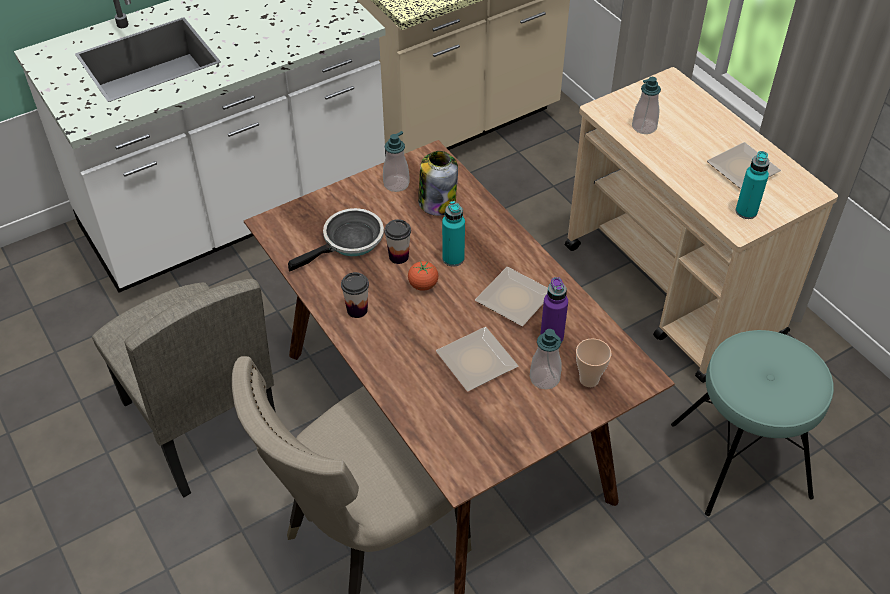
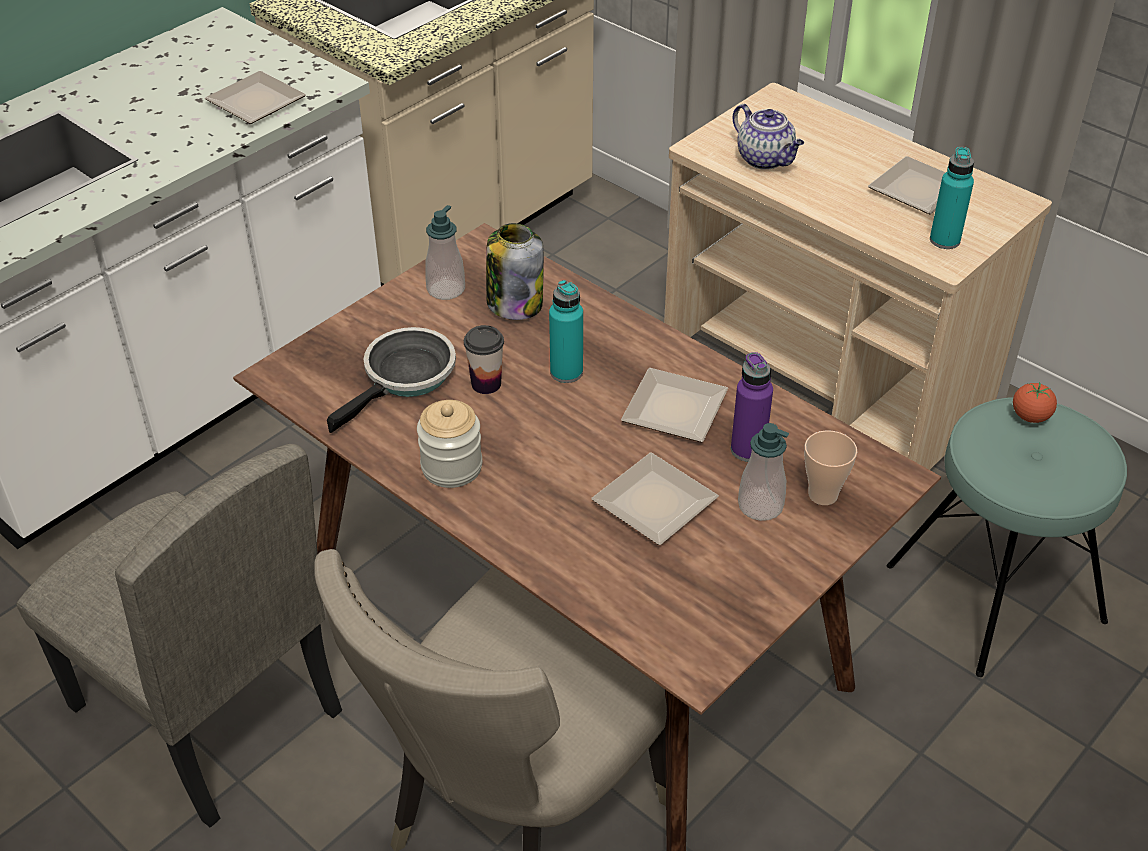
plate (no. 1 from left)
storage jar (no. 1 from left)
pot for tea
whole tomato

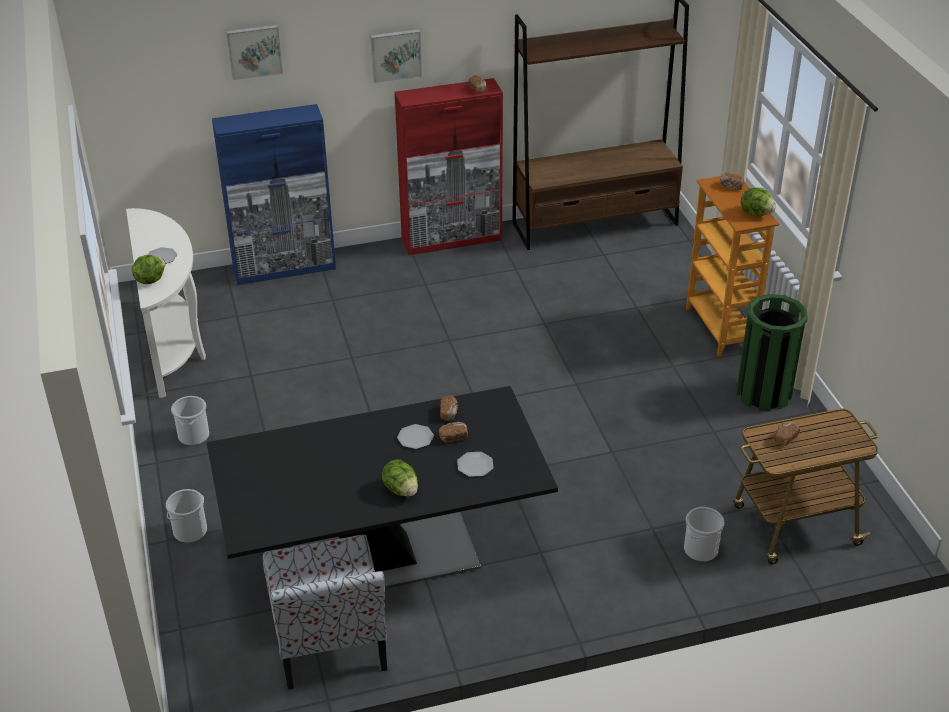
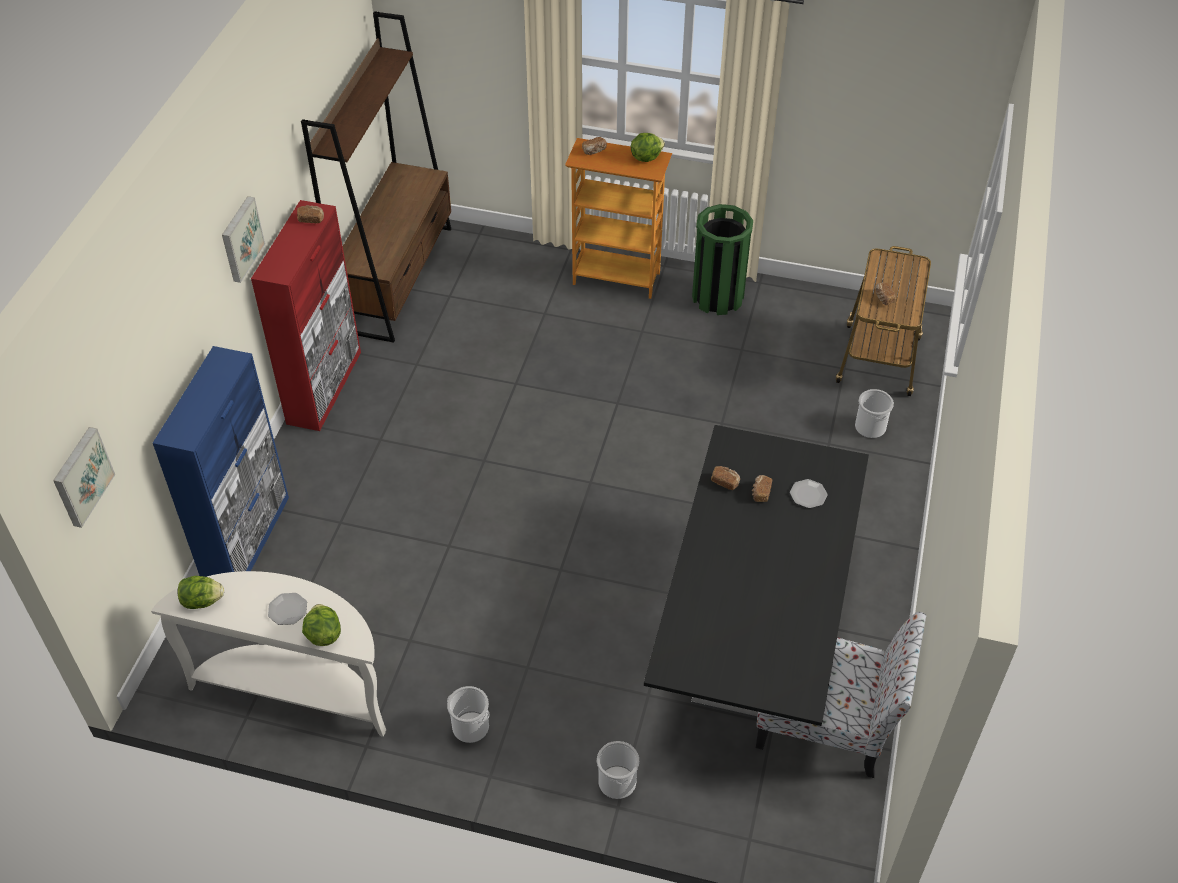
wall picture (no. 1 from left)
lettuce head (no. 1 from left)
plate (no. 2 from left in the first image)

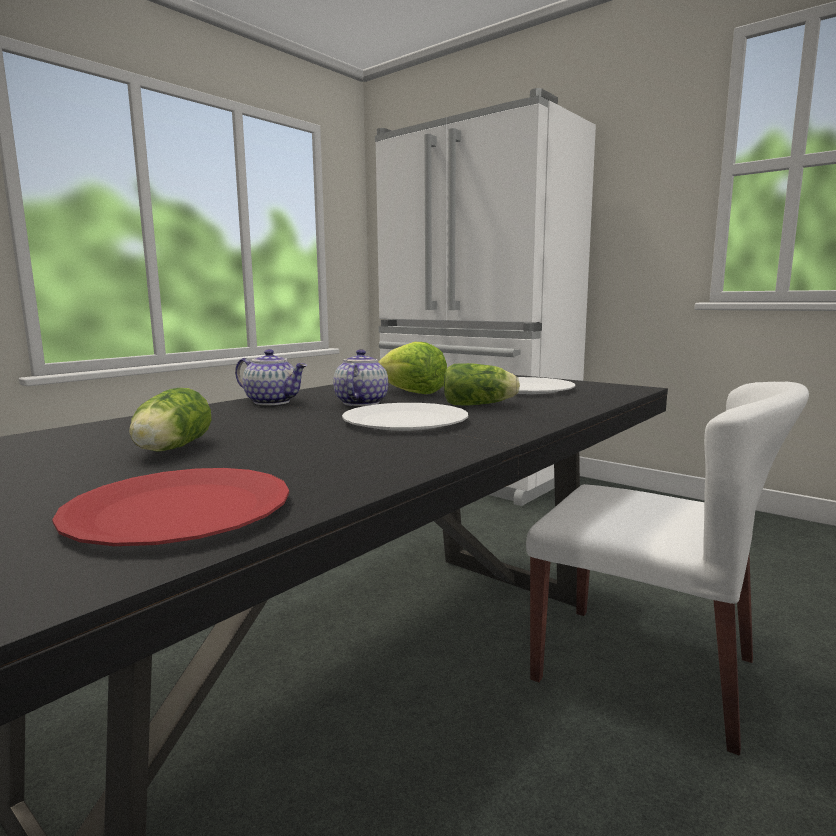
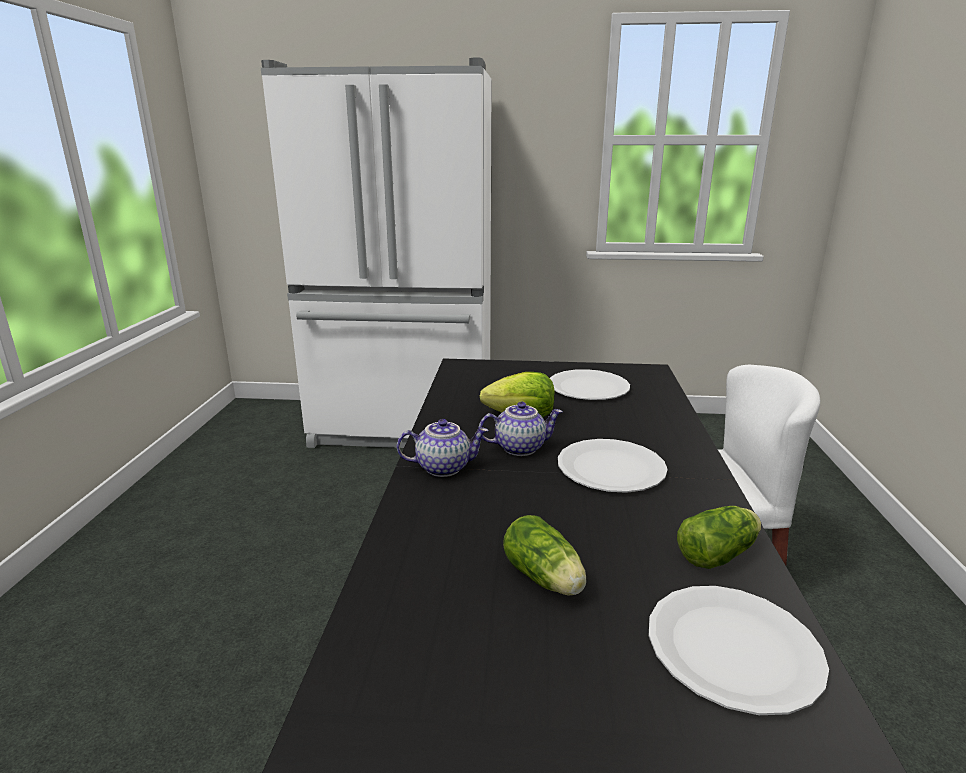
pot for tea (no. 2 from left)
plate in whitish (no. 3 from left)
lettuce head (no. 3 from left)

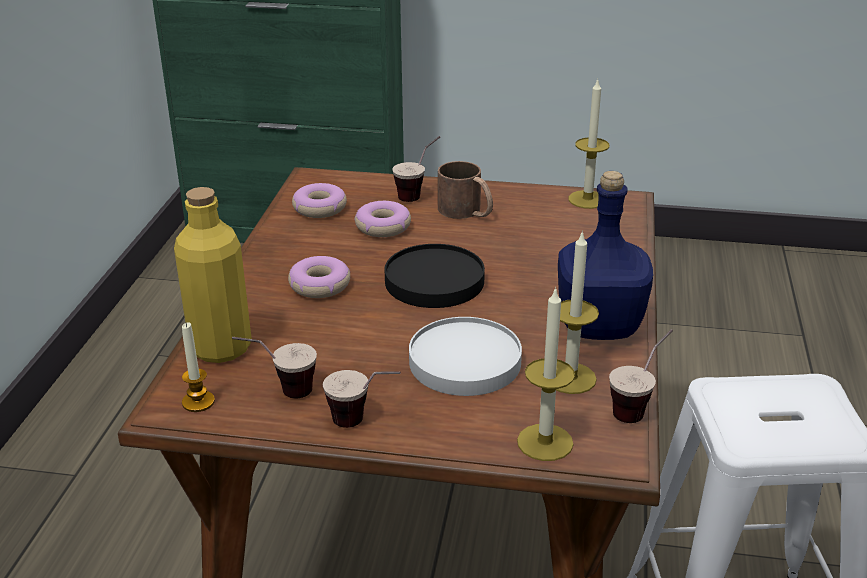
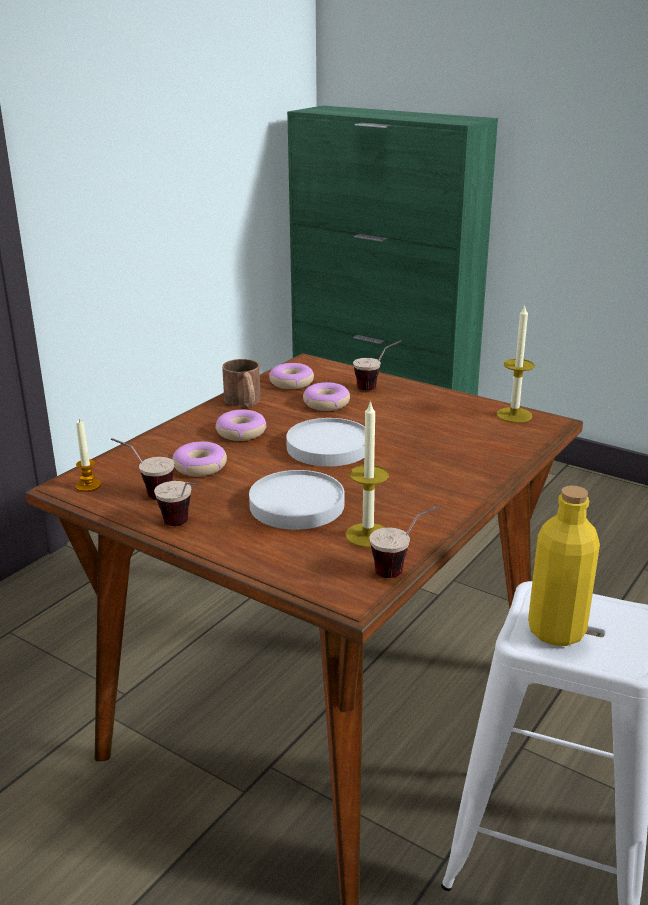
donut (no. 1 from left)
tea mug in brownish
plate in whitish (no. 2 from left)
bottle in yellow-coloured
wax light (no. 2 from left in the first image)
bottle in blue

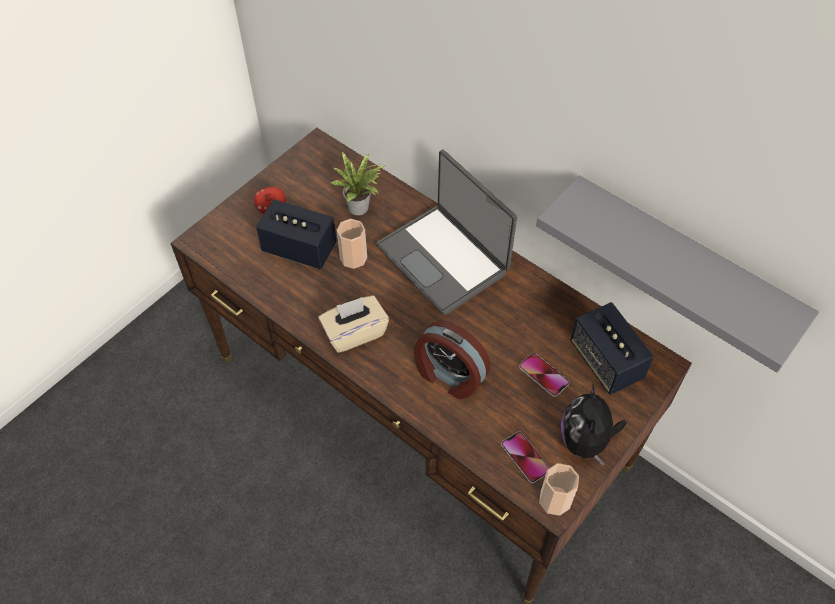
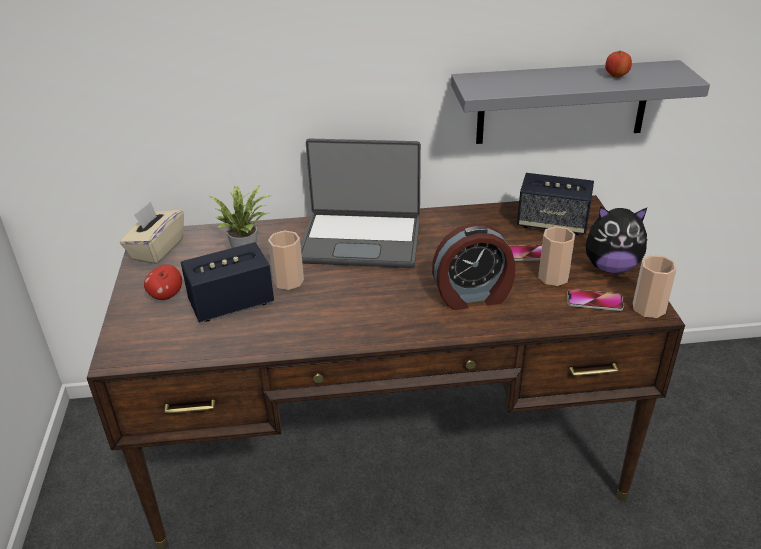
box of tissues in sand-coloured
small cup (no. 2 from left)
plush toy
apple (no. 2 from left)

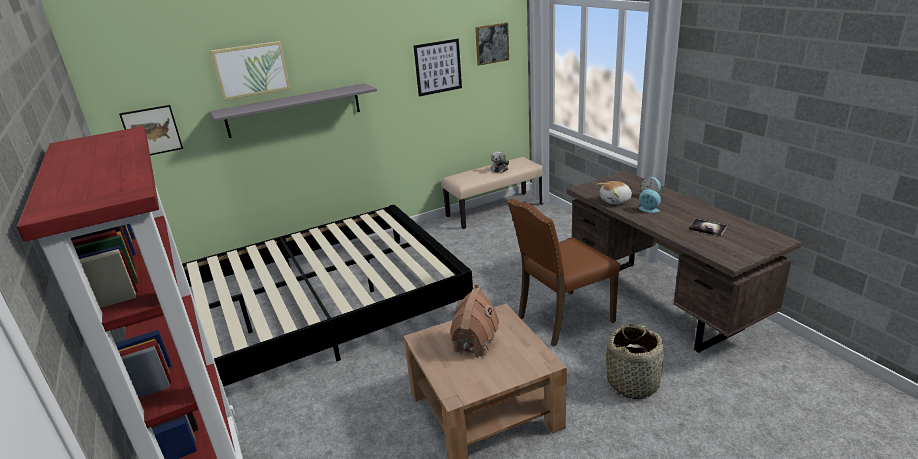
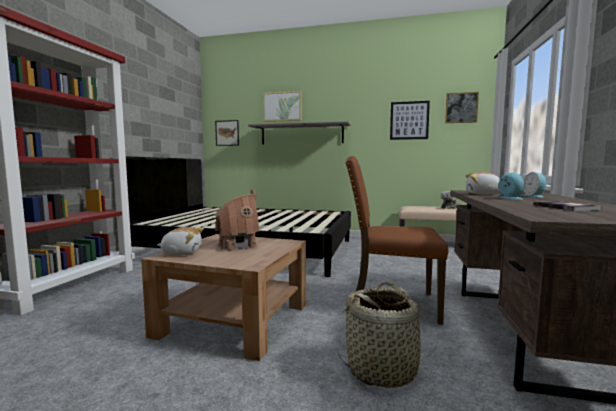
plush toy (no. 1 from left)

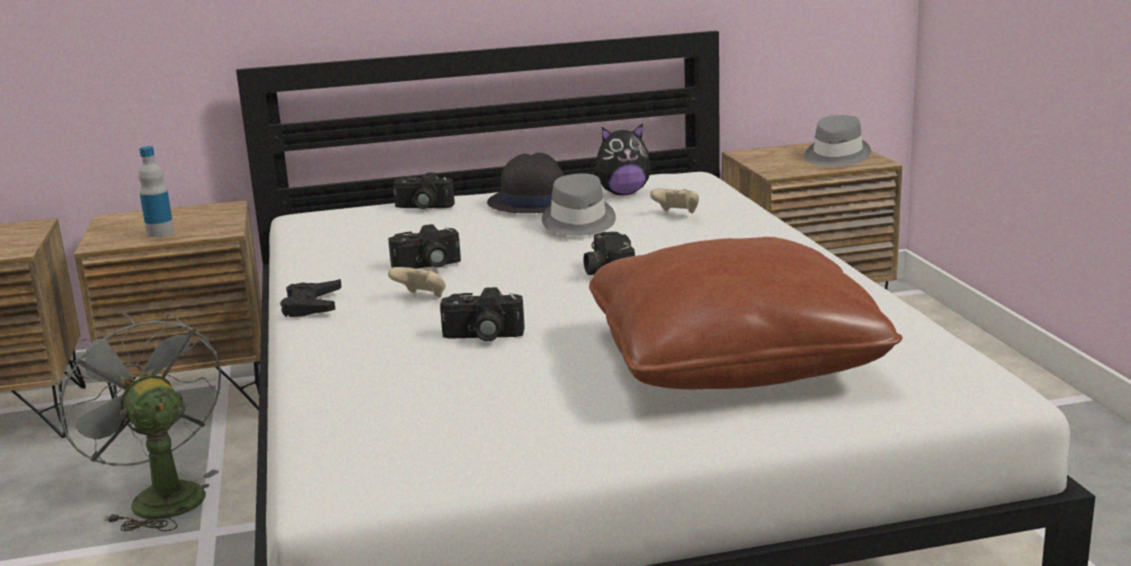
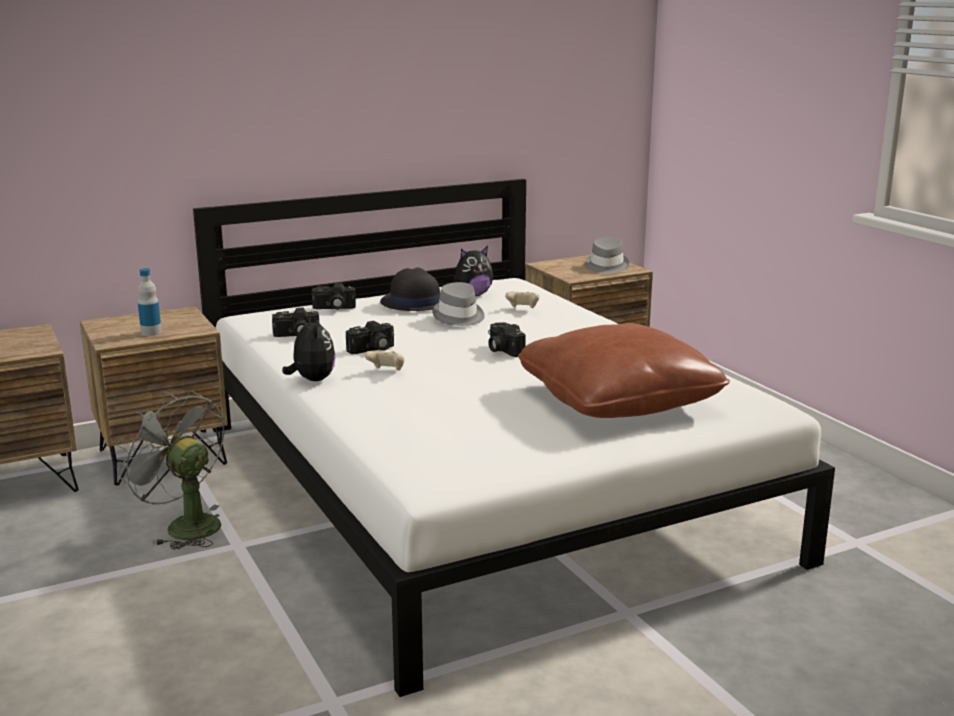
still camera (no. 1 from left)
plush toy (no. 1 from left)

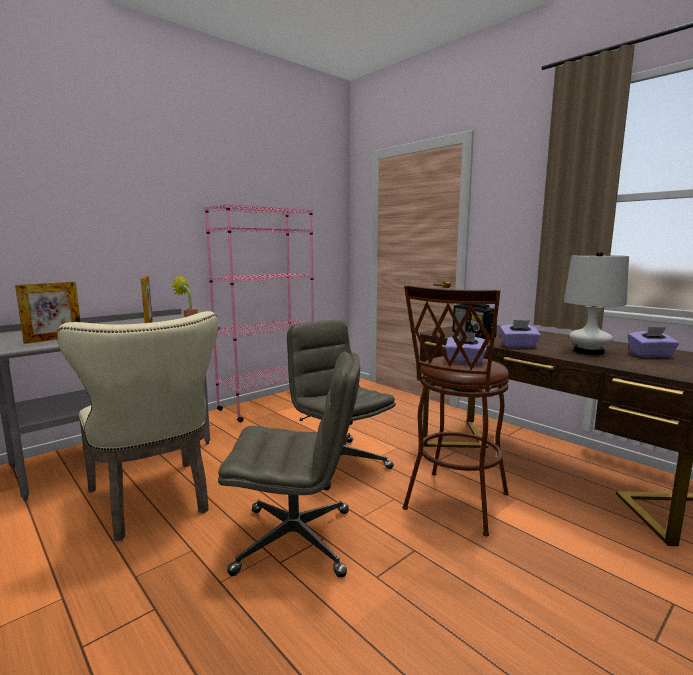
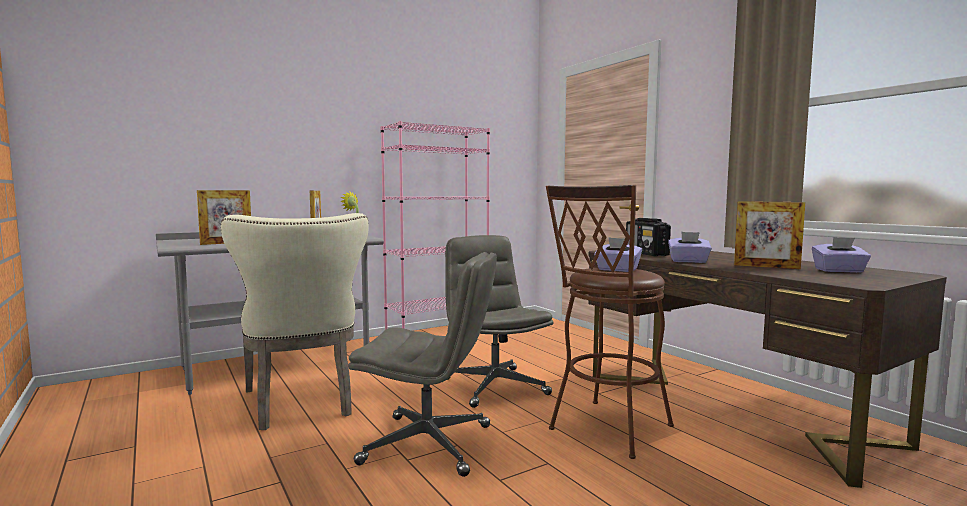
standing frame (no. 3 from left)

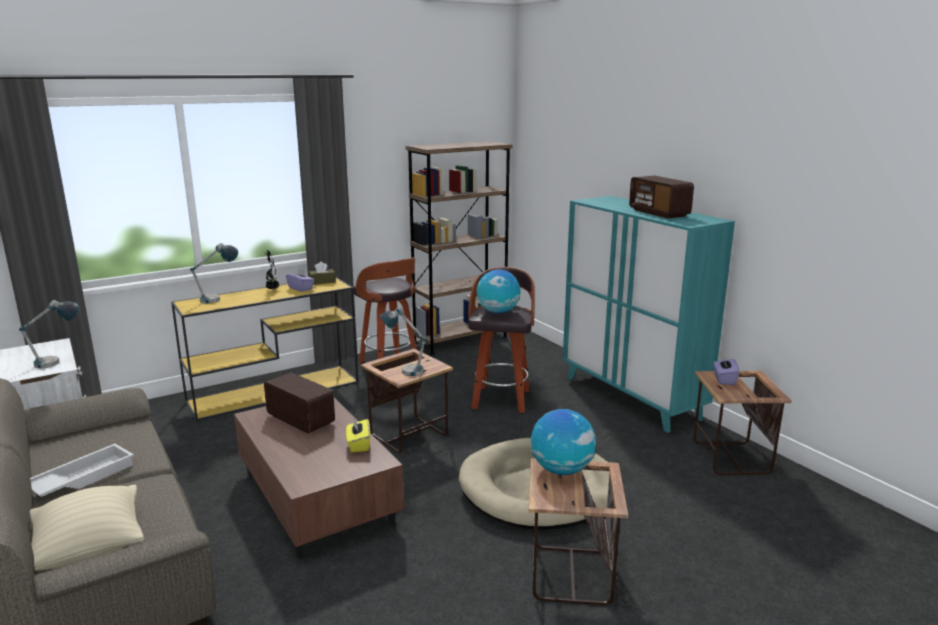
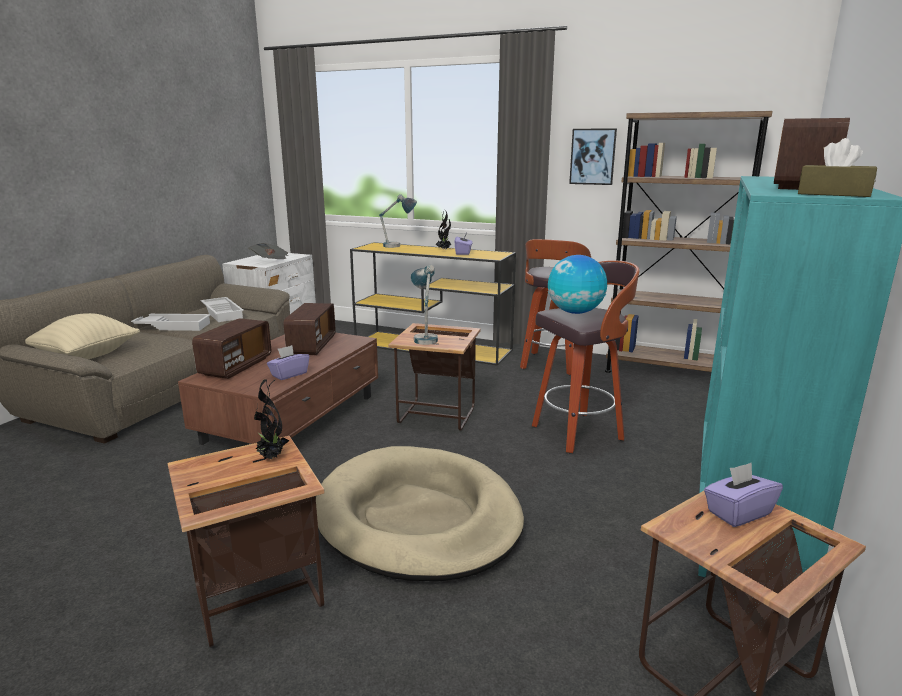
radio (no. 1 from left)
tray in whitish (no. 2 from left)
newspaper
houseplant (no. 1 from left)
box of tissues in purplish (no. 1 from left)
wall picture
box of tissues in brownish

